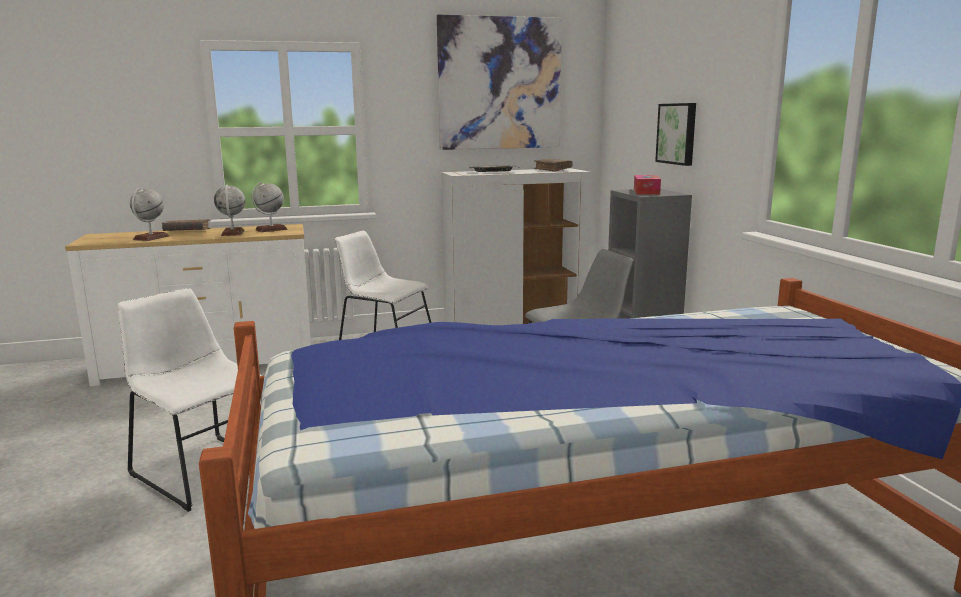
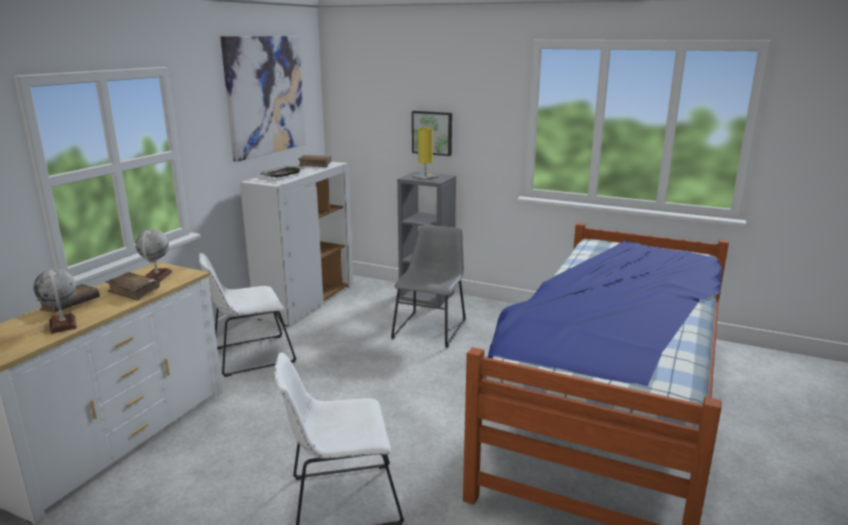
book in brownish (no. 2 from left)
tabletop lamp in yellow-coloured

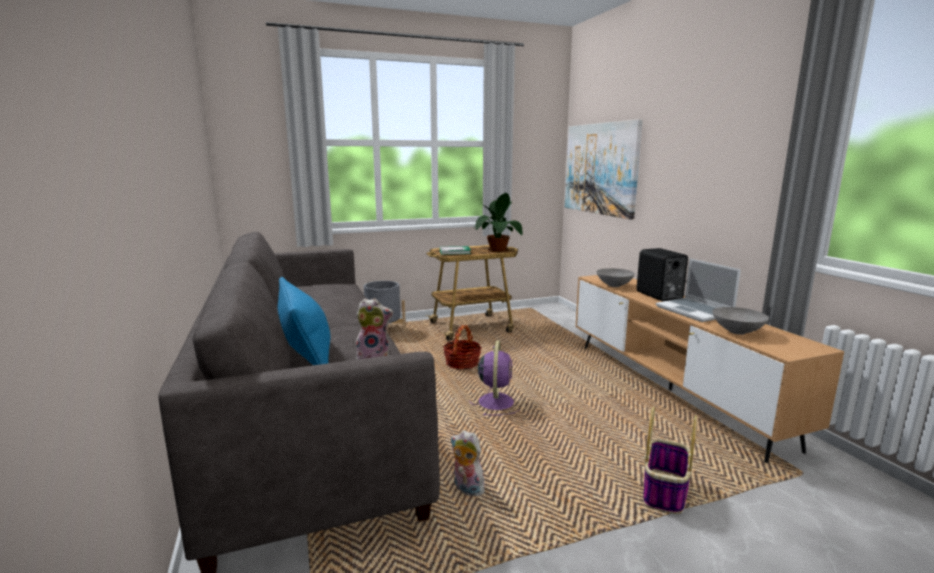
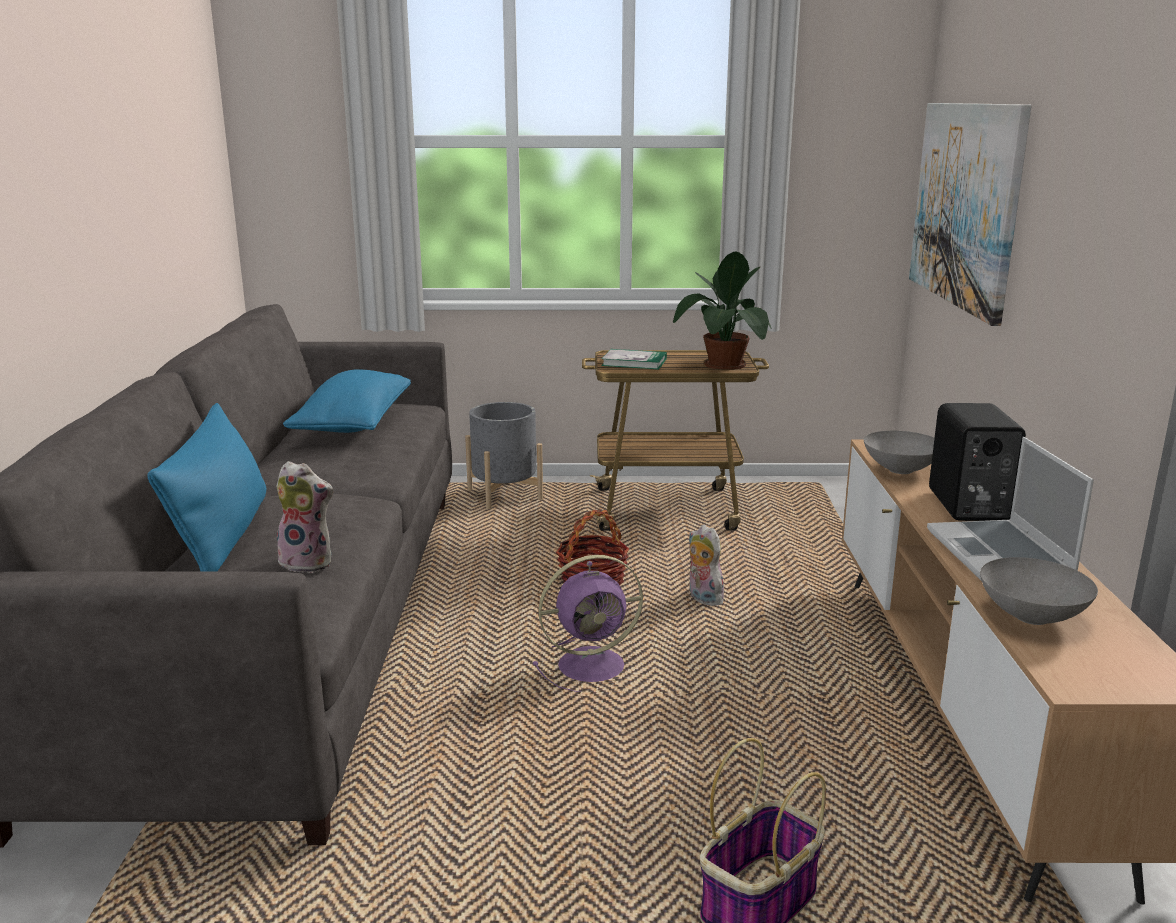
throw pillow in blue (no. 2 from left)
cooling fan in purplish
plush toy (no. 2 from left)

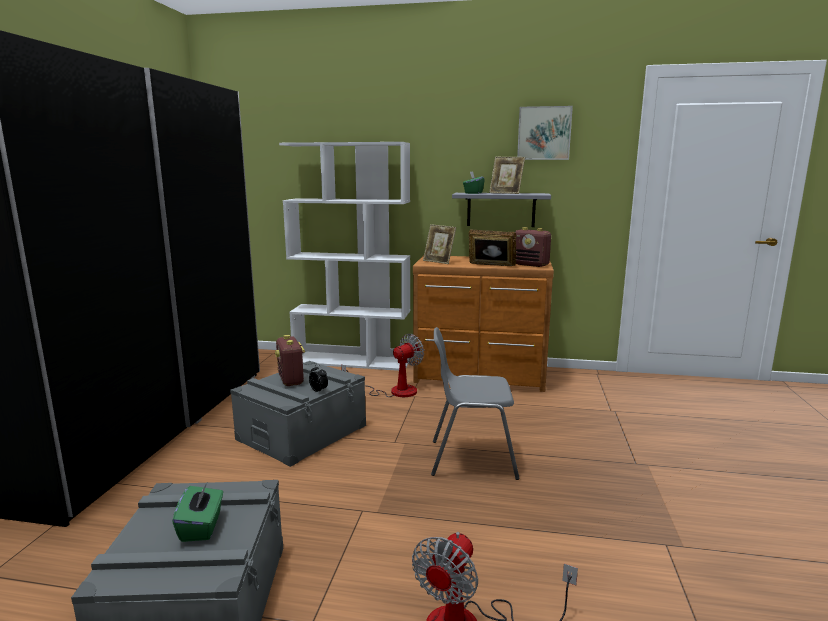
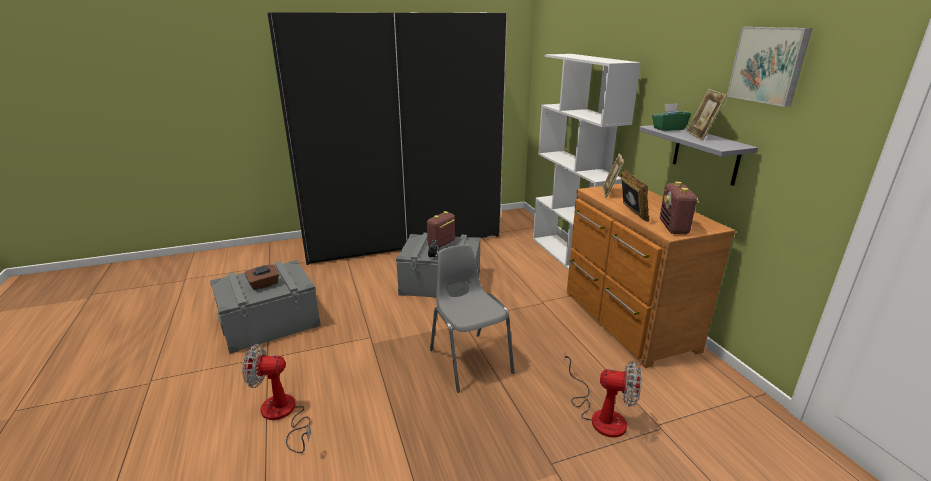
box of tissues in brownish
cooling fan (no. 2 from left)

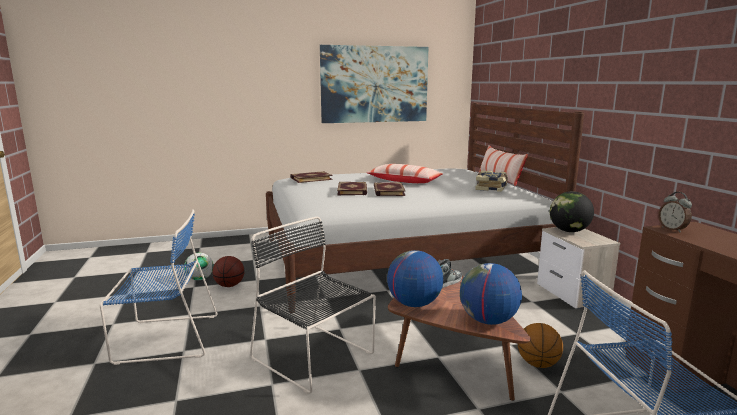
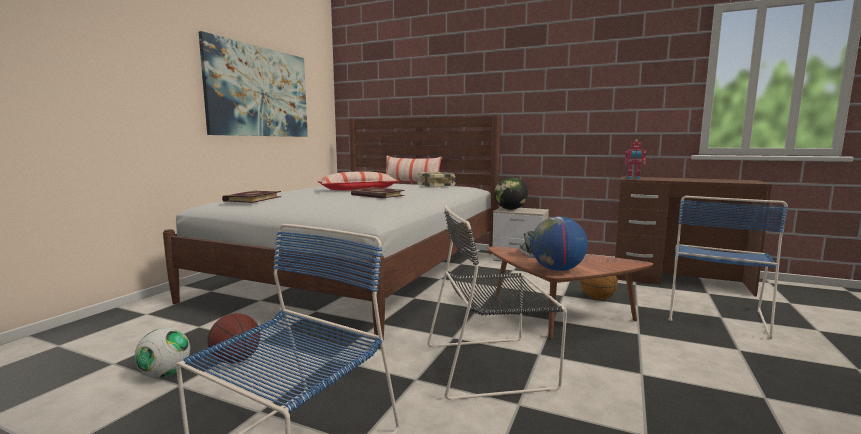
model robot
book (no. 2 from left in the first image)
world globe (no. 2 from left in the first image)

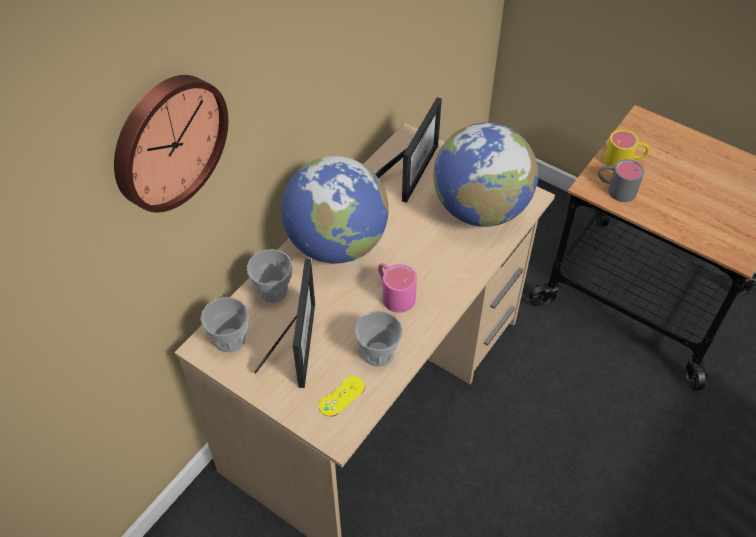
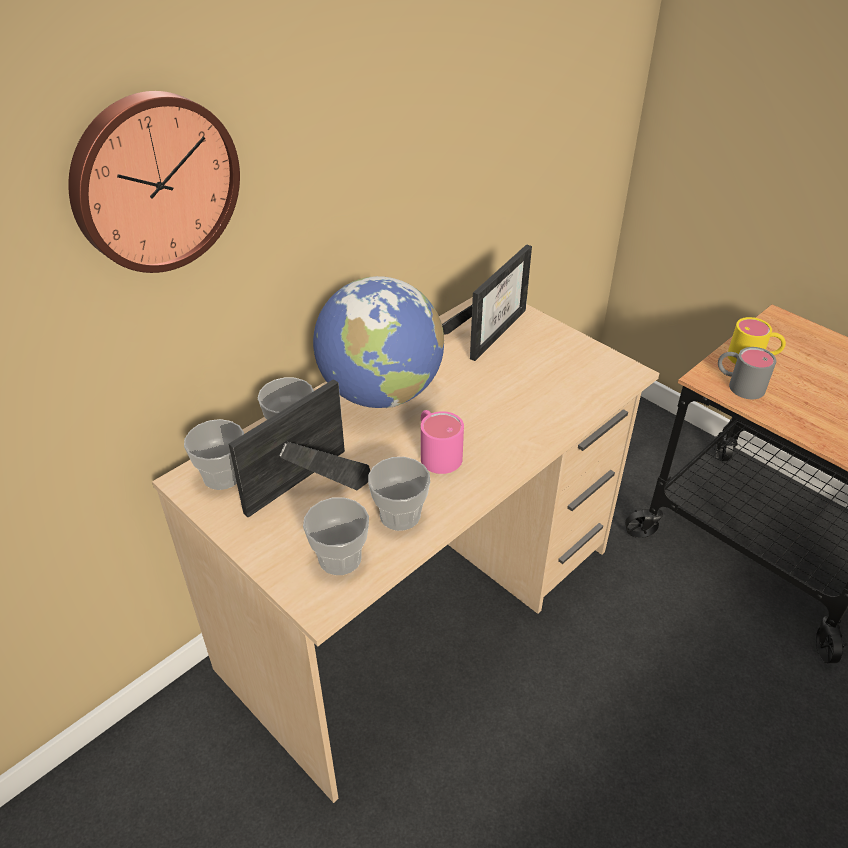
standing frame (no. 1 from left)
small cup (no. 3 from left)
world globe (no. 2 from left in the first image)

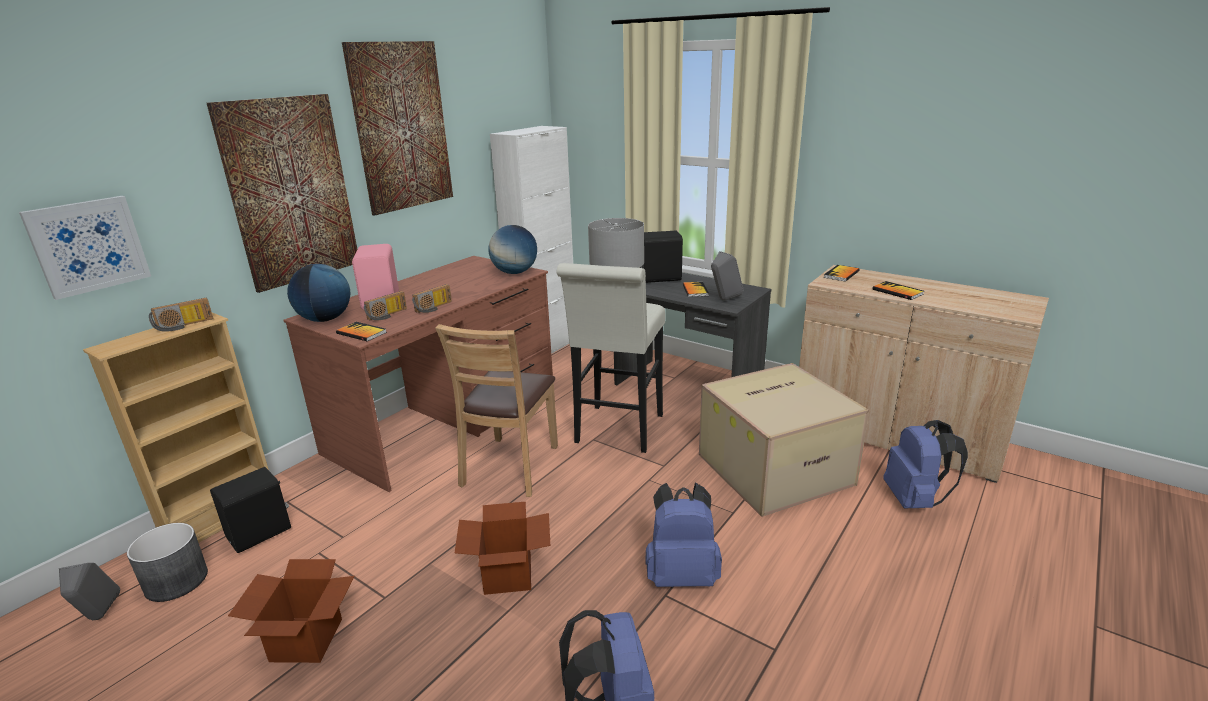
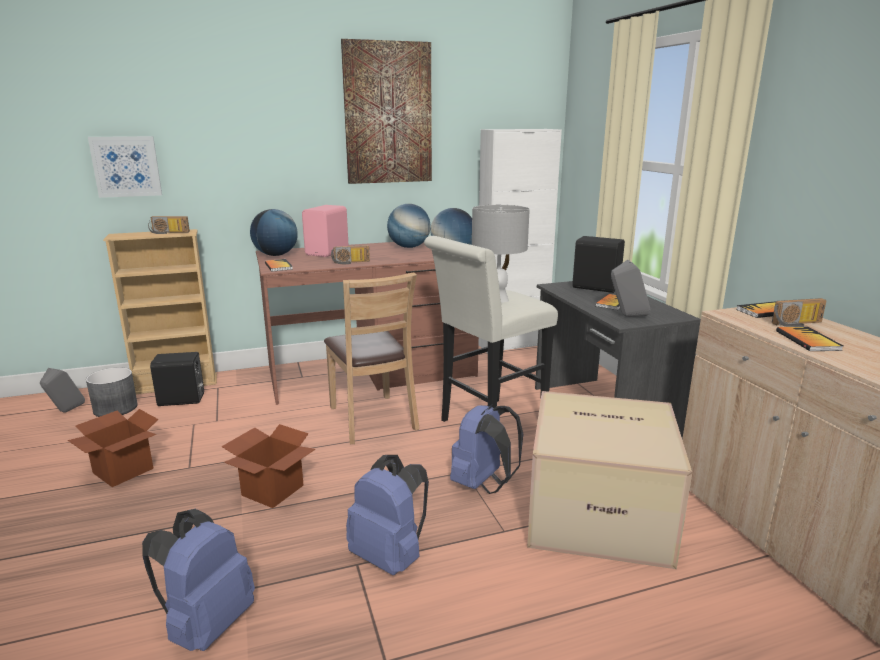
chair in brownish
world globe (no. 2 from left)
knapsack in blue (no. 3 from left)
radio (no. 3 from left)
wall picture (no. 2 from left in the first image)

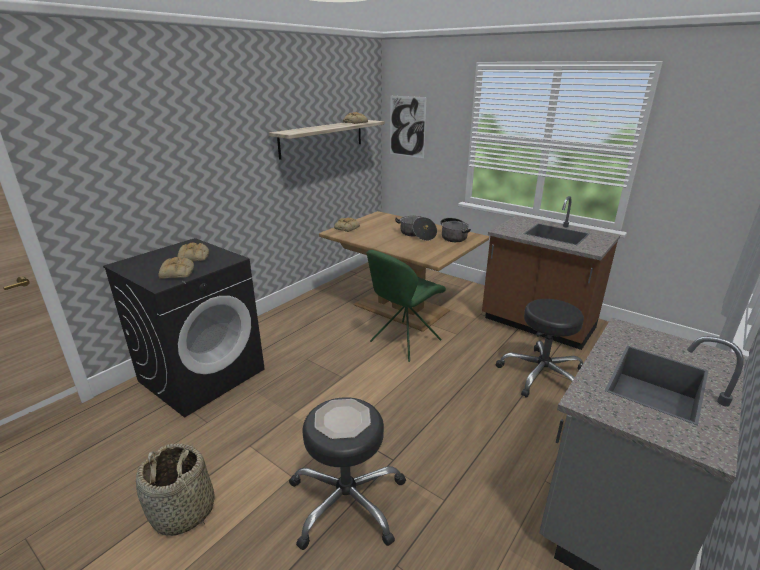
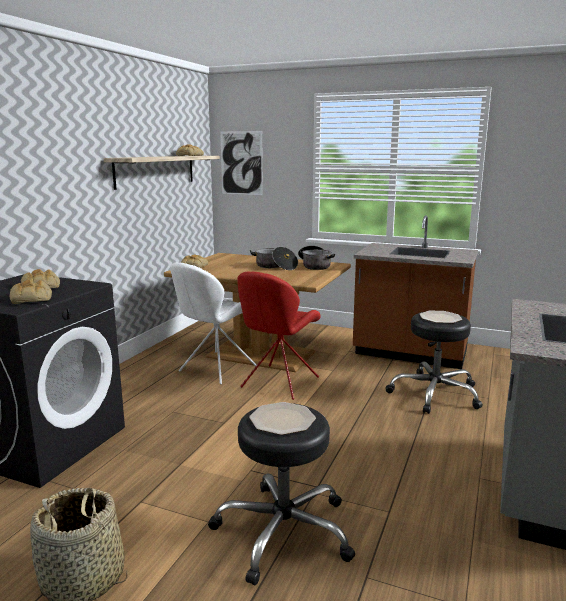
chair in whitish
chair in red-coloured
plate (no. 2 from left)

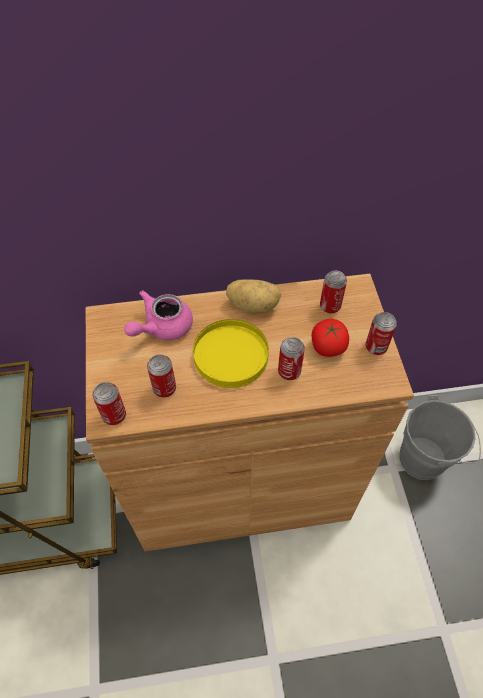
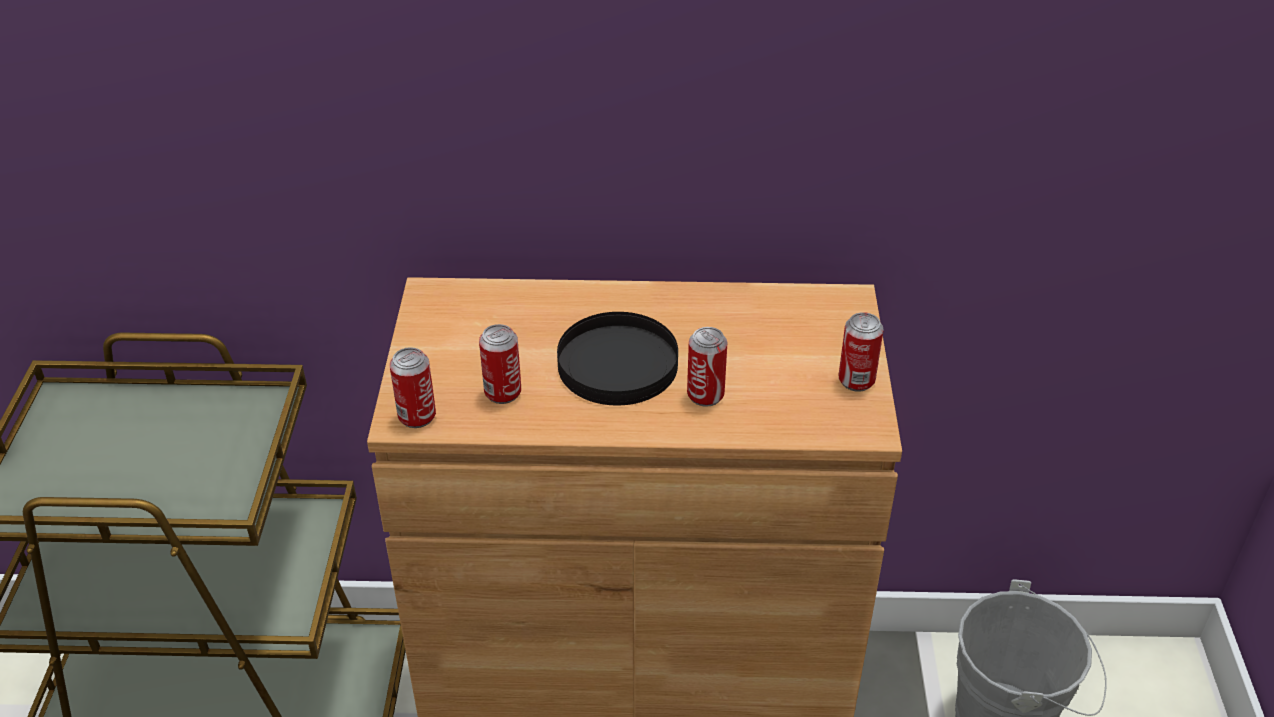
plate in black-coloured
pot for tea in pink
whole potato
whole tomato
can (no. 4 from left in the first image)

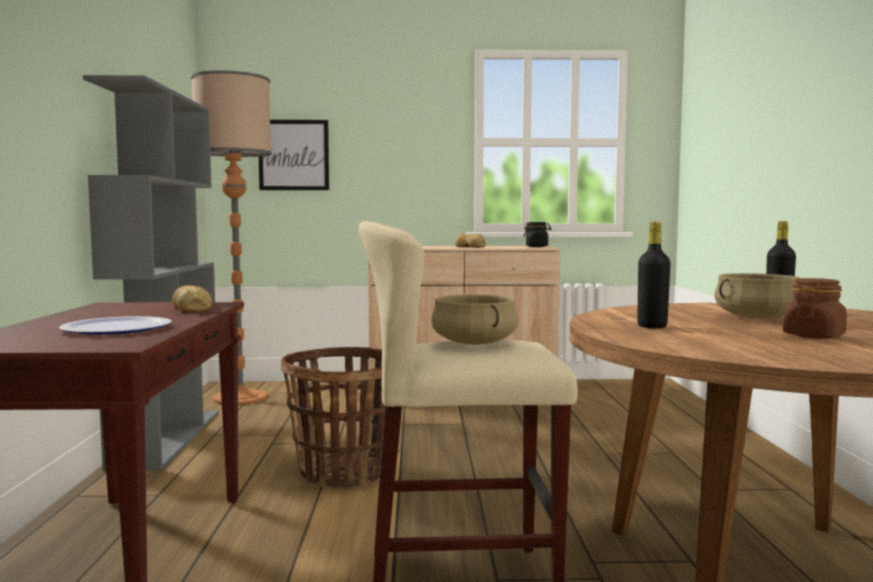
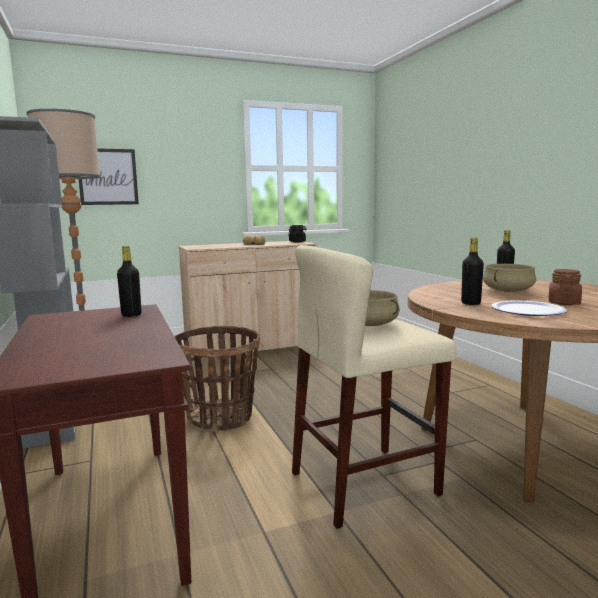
bottle in black-coloured (no. 1 from left)
plate

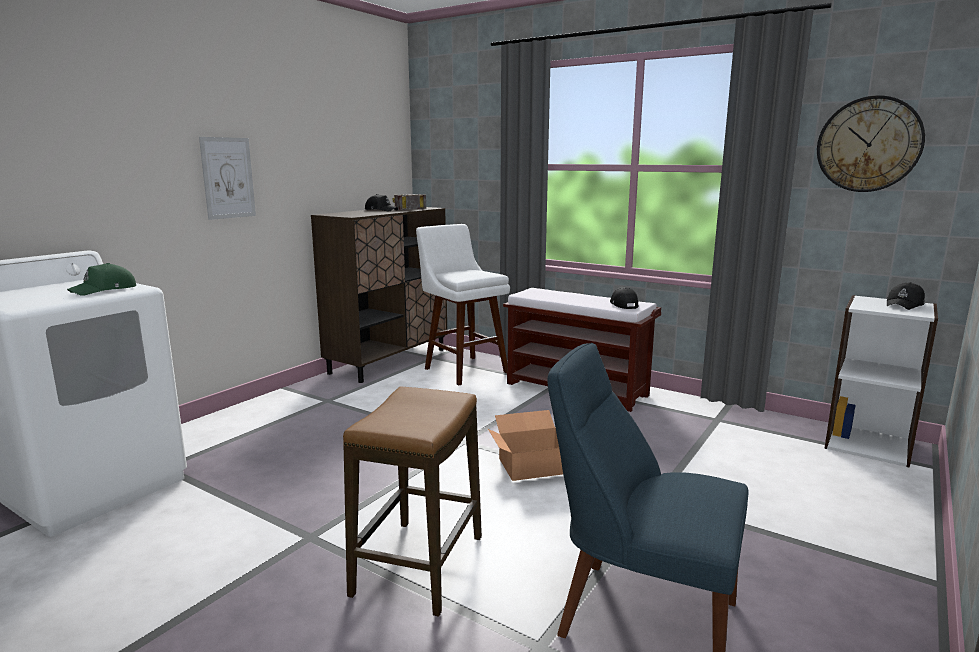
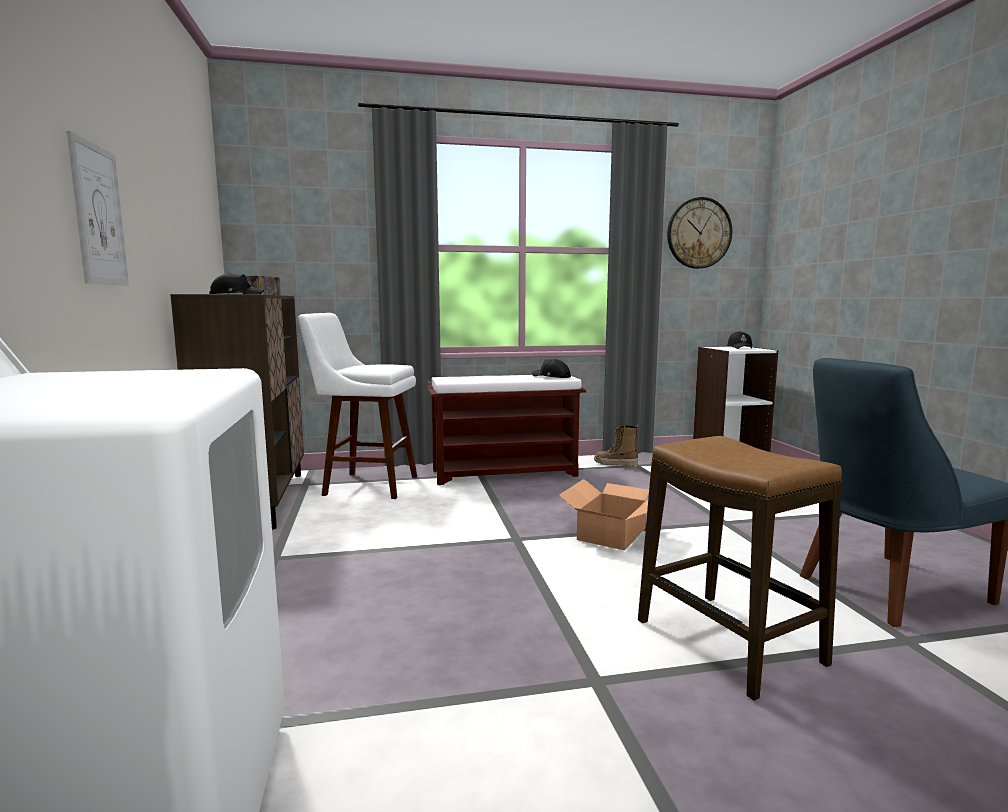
tall boot
baseball cap in greenish

